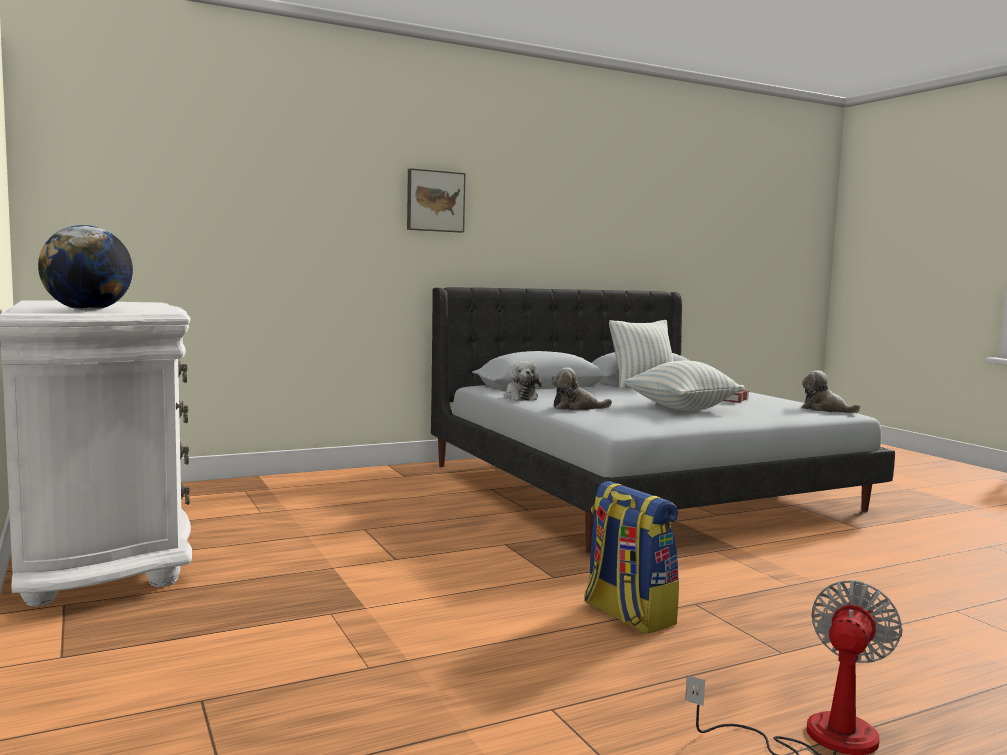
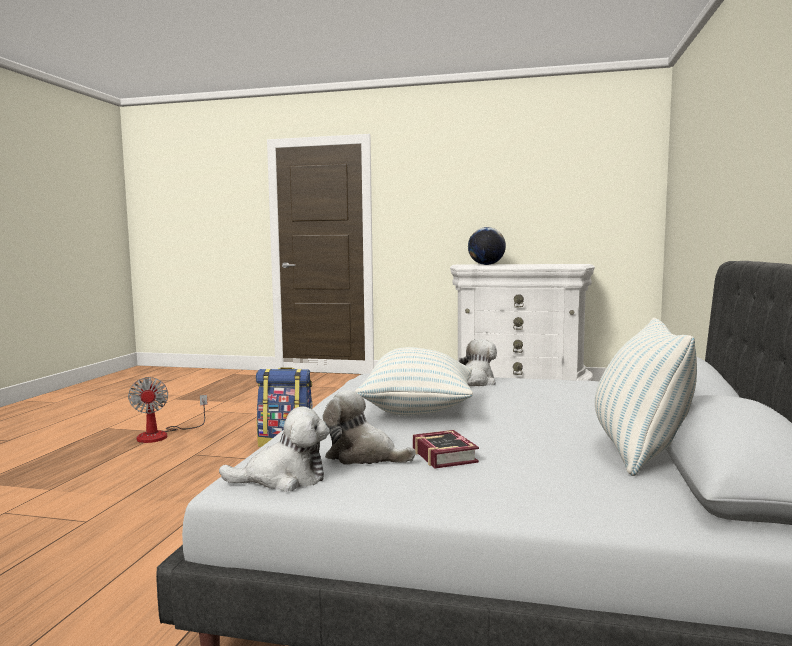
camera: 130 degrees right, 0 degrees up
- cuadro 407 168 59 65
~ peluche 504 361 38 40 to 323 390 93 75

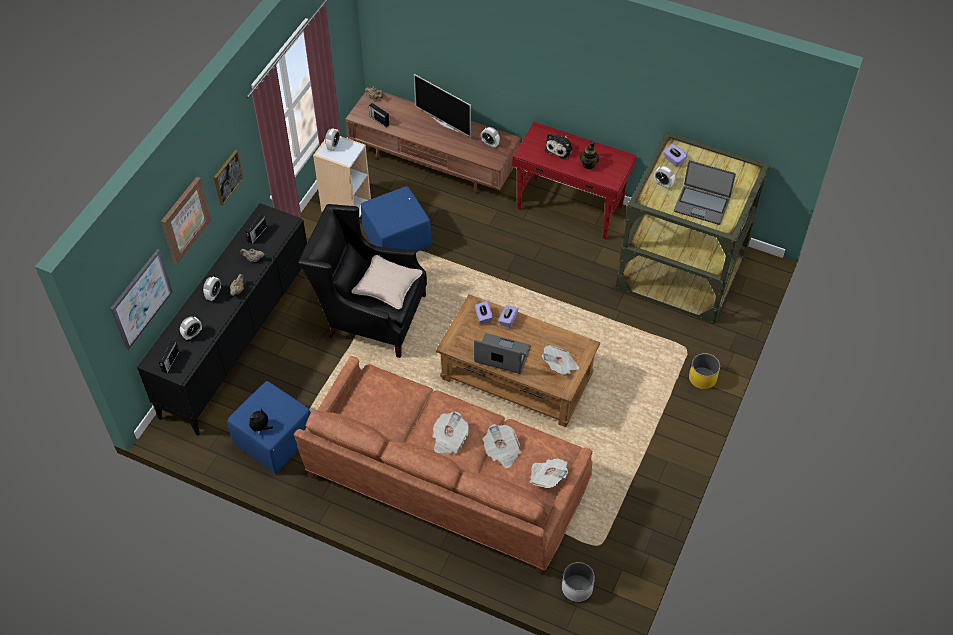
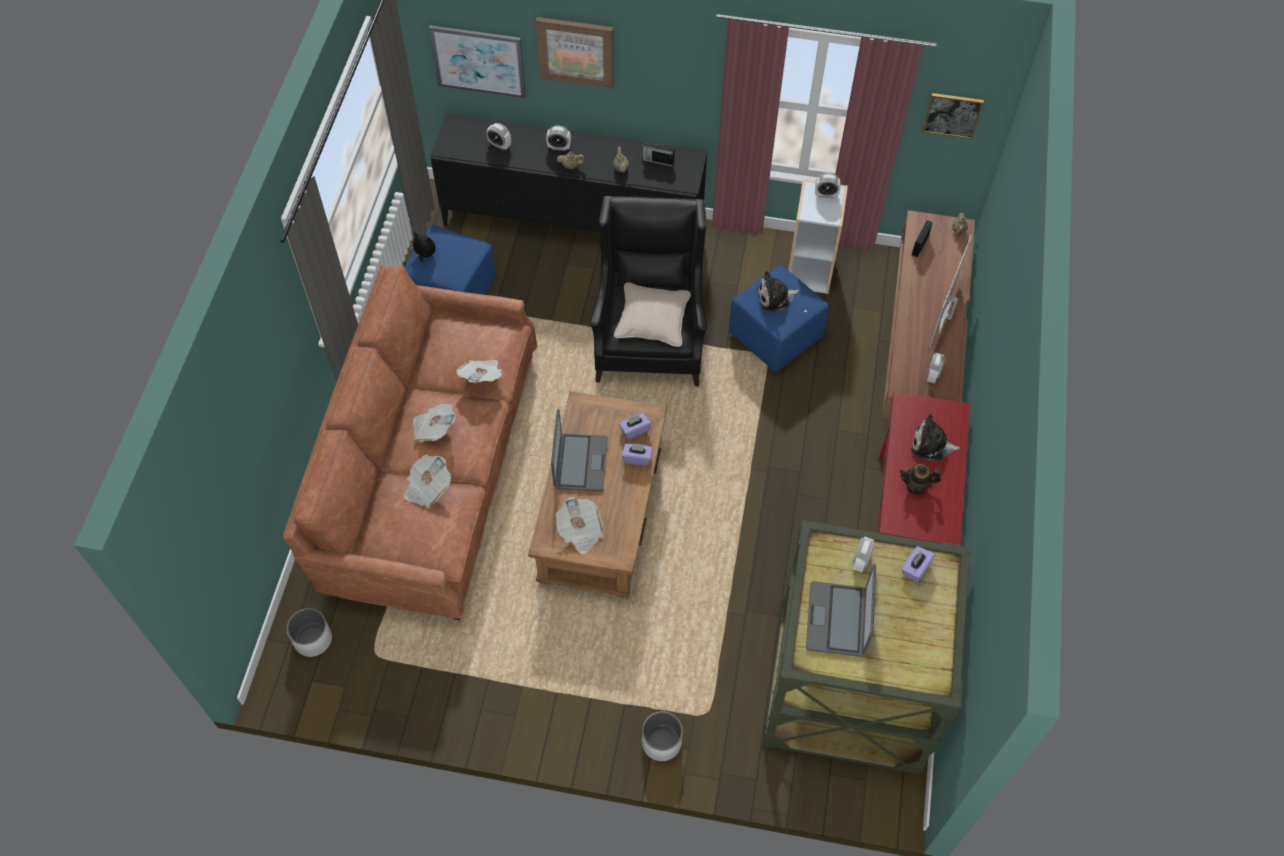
camera: 75 degrees right, 5 degrees up
~ cuadro 214 150 30 56 to 923 93 61 46
- radio 158 340 21 33
~ maceta/amarillo 689 353 31 36 to maceta/blanco 642 712 41 49
~ periódico 529 458 39 30 to 457 360 45 22
+ peluche 757 270 42 42

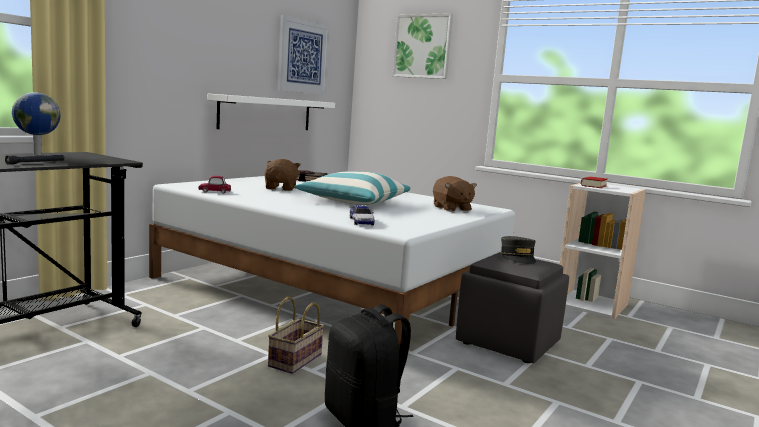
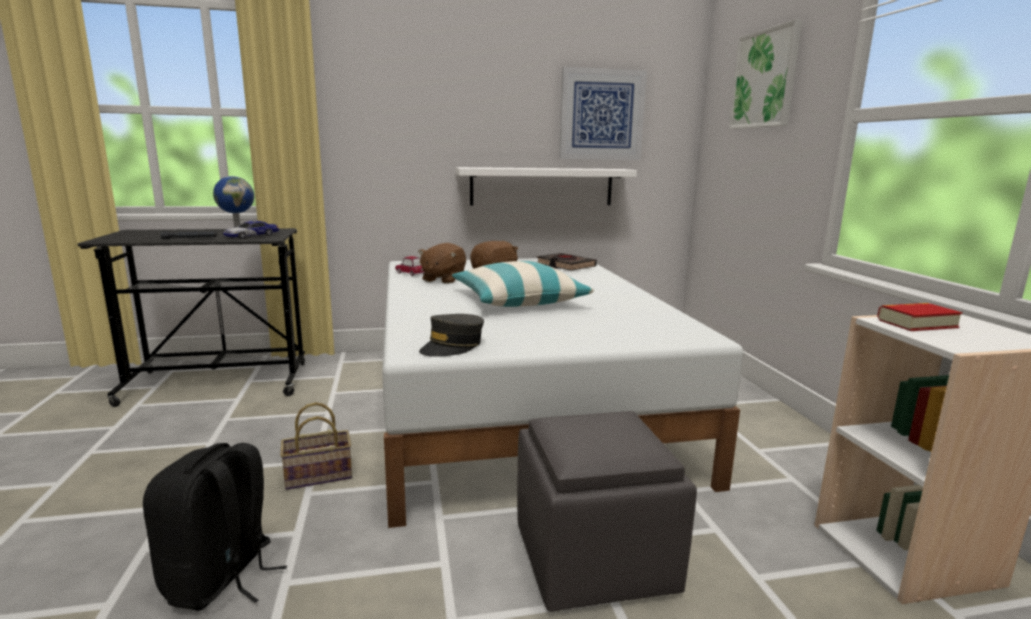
camera: 45 degrees right, 5 degrees up
~ peluche/marrón 433 176 44 35 to 418 243 48 41
~ coche de juguete 350 205 25 20 to 223 220 56 19
~ gorra/gris 501 236 35 28 to 419 314 65 43

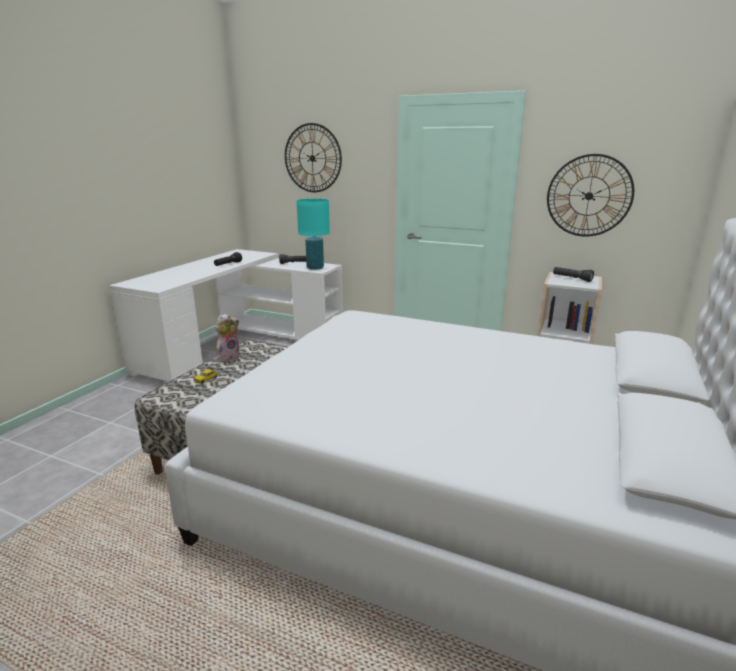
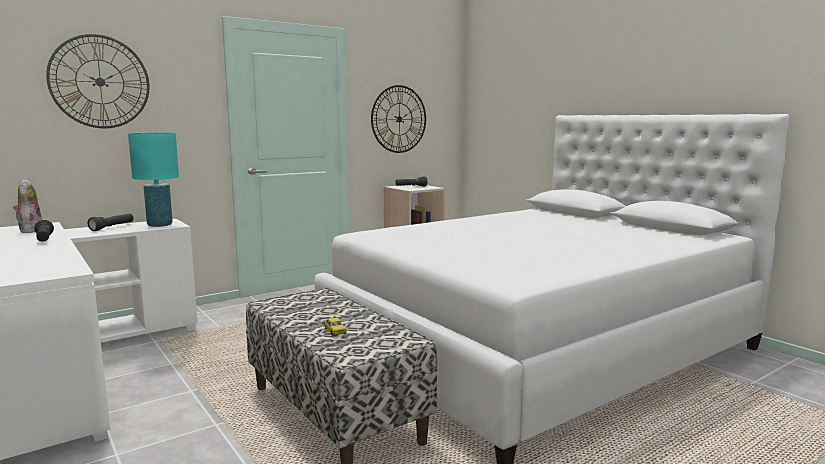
camera: 60 degrees left, 10 degrees down
~ peluche 216 313 24 49 to 13 179 29 54

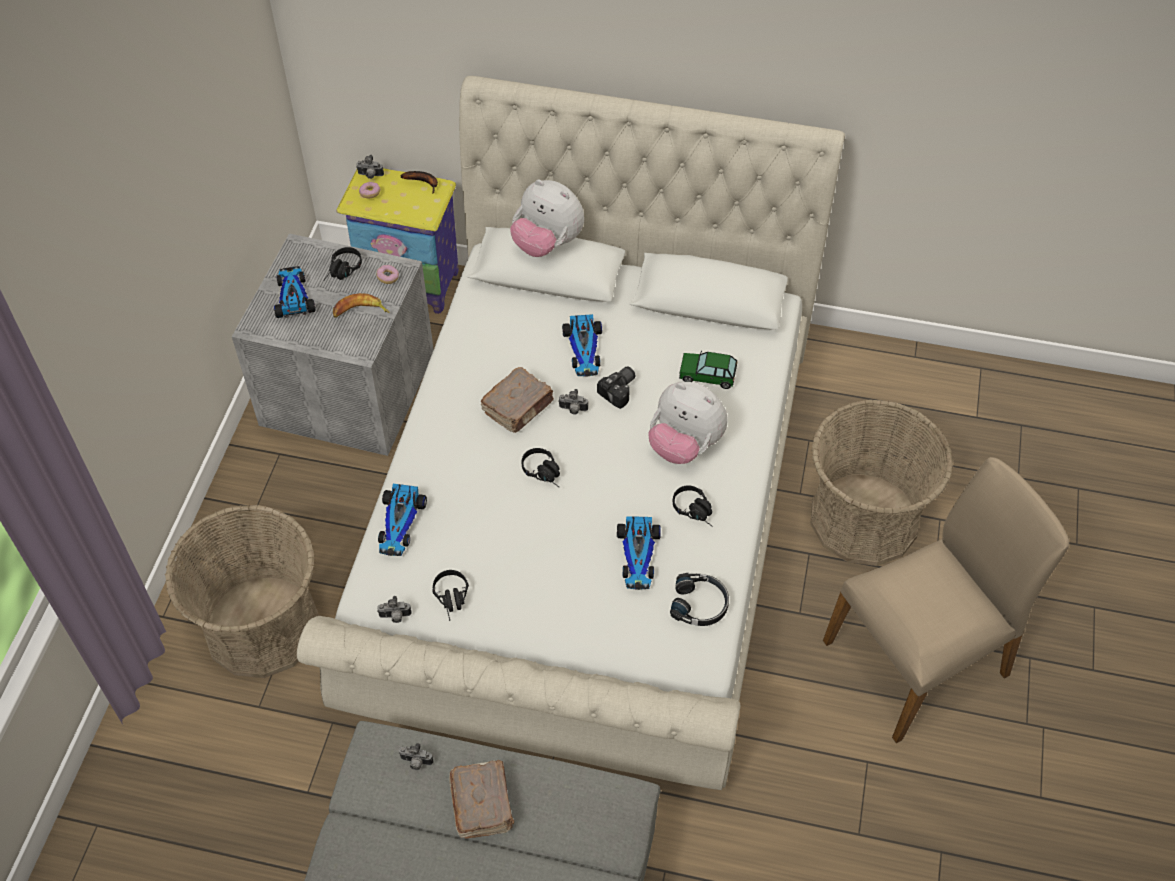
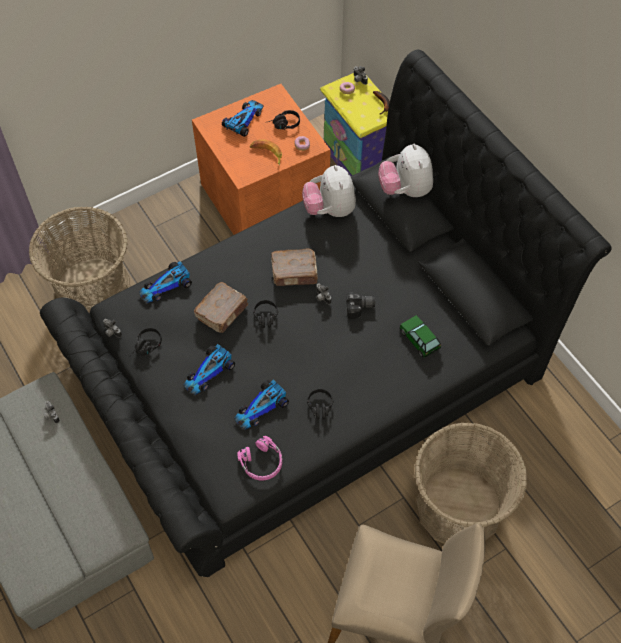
camera: 45 degrees right, 5 degrees up
~ cama/beis 297 76 548 714 to cama/negro 40 49 572 528
~ caja de almacenaje/gris 232 233 202 223 to caja de almacenaje/naranja 192 84 138 151
~ coche de juguete 562 314 40 62 to 183 344 52 51
~ peluche 648 382 80 82 to 302 165 54 52
~ auriculares/negro 670 573 59 53 to auriculares/rosa 237 436 45 45
~ libro/marrón 449 760 65 79 to 194 282 54 51

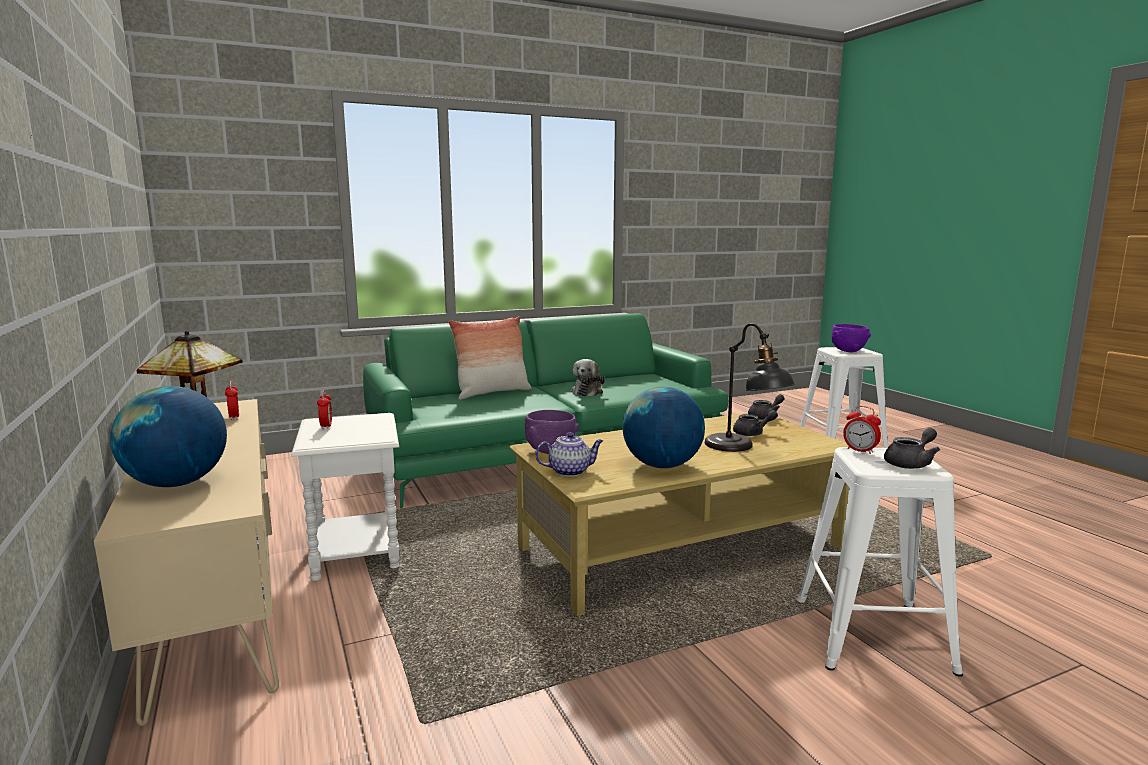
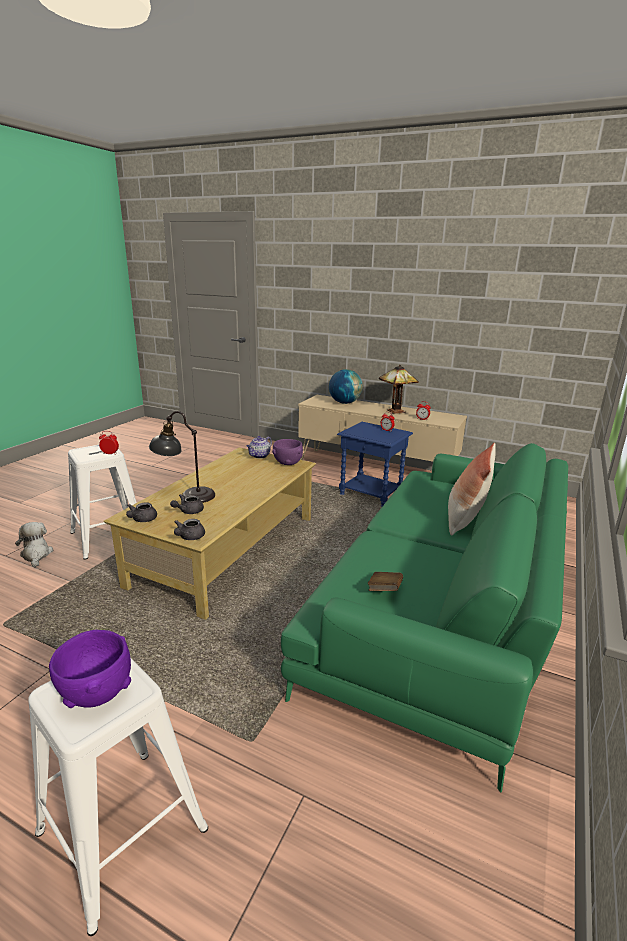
camera: 140 degrees right, 10 degrees up
~ peluche 571 359 34 38 to 15 522 38 45
- globo terráqueo 623 386 82 82
~ mesa auxiliar/blanco 291 413 109 168 to mesa auxiliar/azul 337 422 76 85
~ tetera/gris 884 428 56 41 to 126 502 31 20
+ libro/marrón 367 572 36 19

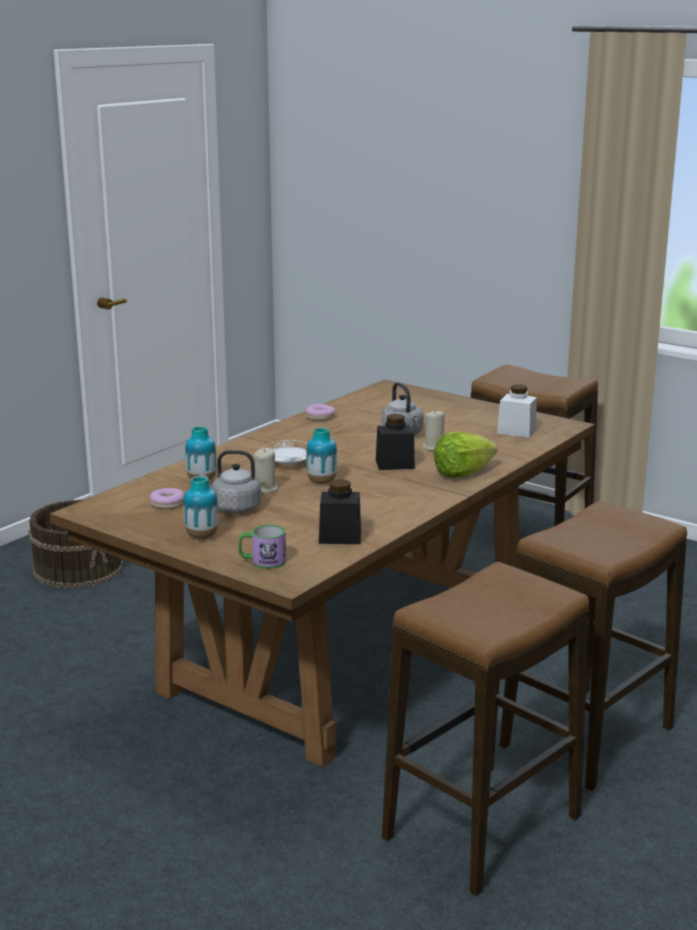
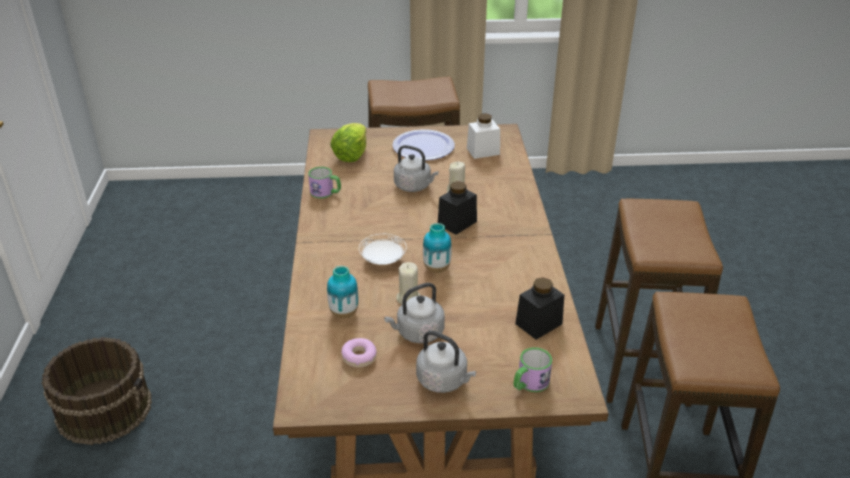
camera: 40 degrees left, 15 degrees up
~ rosquilla 306 404 30 17 to taza grande 308 167 33 32
~ lechuga 434 431 63 47 to 330 123 36 39
~ florero 183 476 35 63 to hervidor/gris 416 331 60 62
+ plato 392 129 63 31

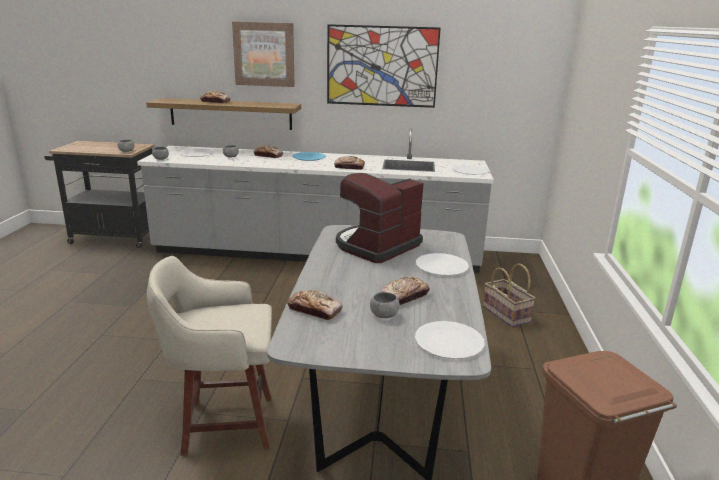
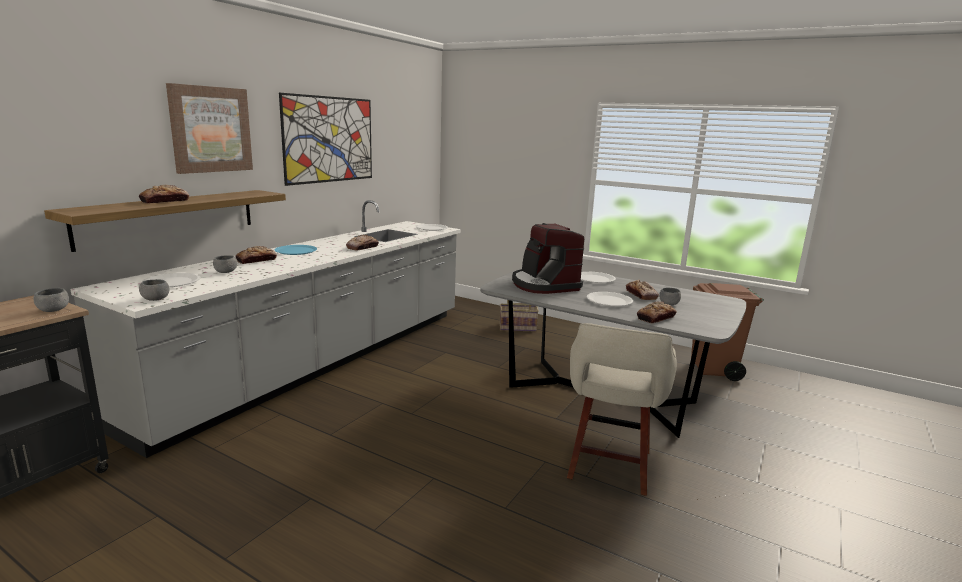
camera: 65 degrees left, 5 degrees down
~ plato/blanco 415 321 70 38 to 587 292 46 14

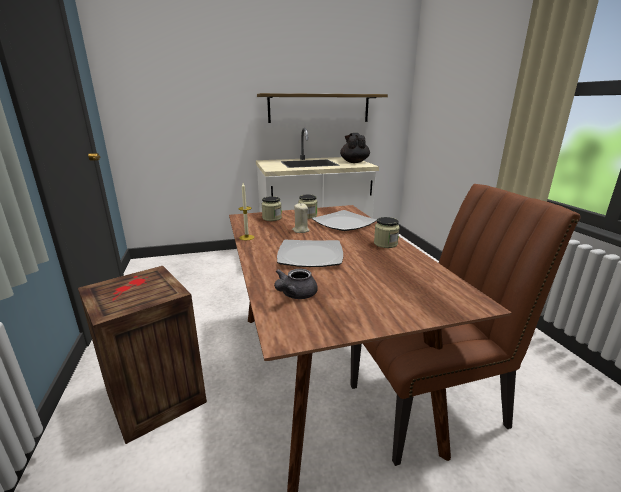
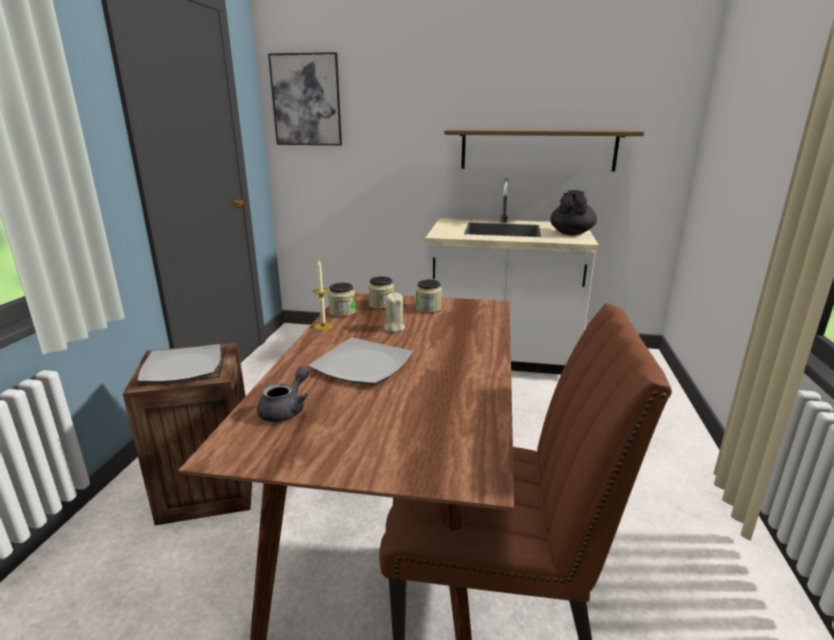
camera: 25 degrees right, 0 degrees up
~ plato 312 210 65 21 to 138 344 83 38
~ tarro 374 217 26 31 to 328 283 28 34
~ tetera/gris 274 269 44 30 = 257 366 52 56 150 degrees clockwise
+ cuadro 268 52 74 93

